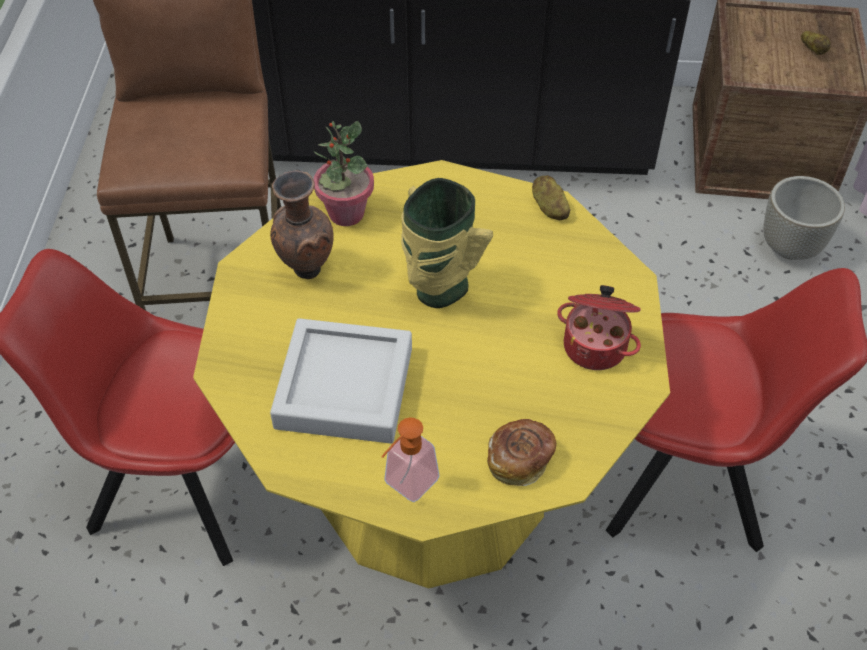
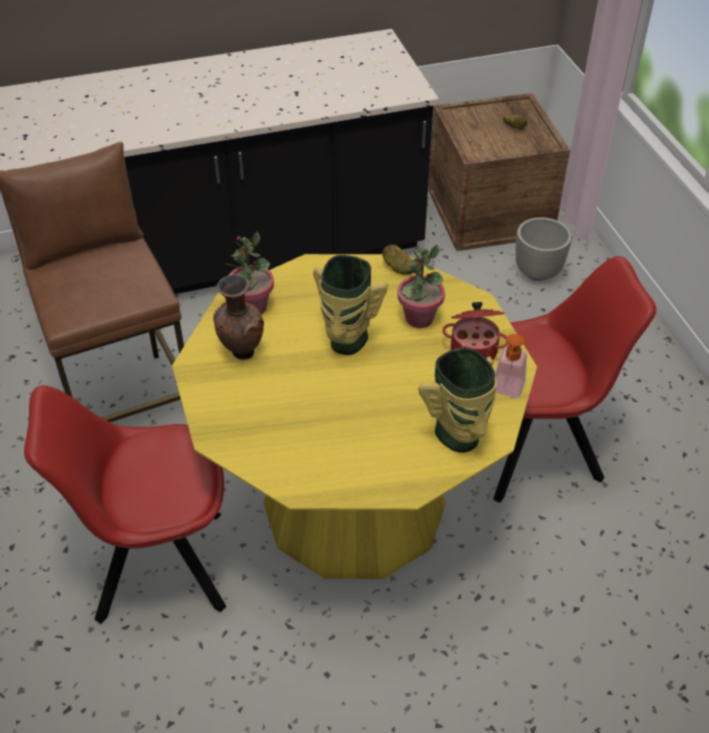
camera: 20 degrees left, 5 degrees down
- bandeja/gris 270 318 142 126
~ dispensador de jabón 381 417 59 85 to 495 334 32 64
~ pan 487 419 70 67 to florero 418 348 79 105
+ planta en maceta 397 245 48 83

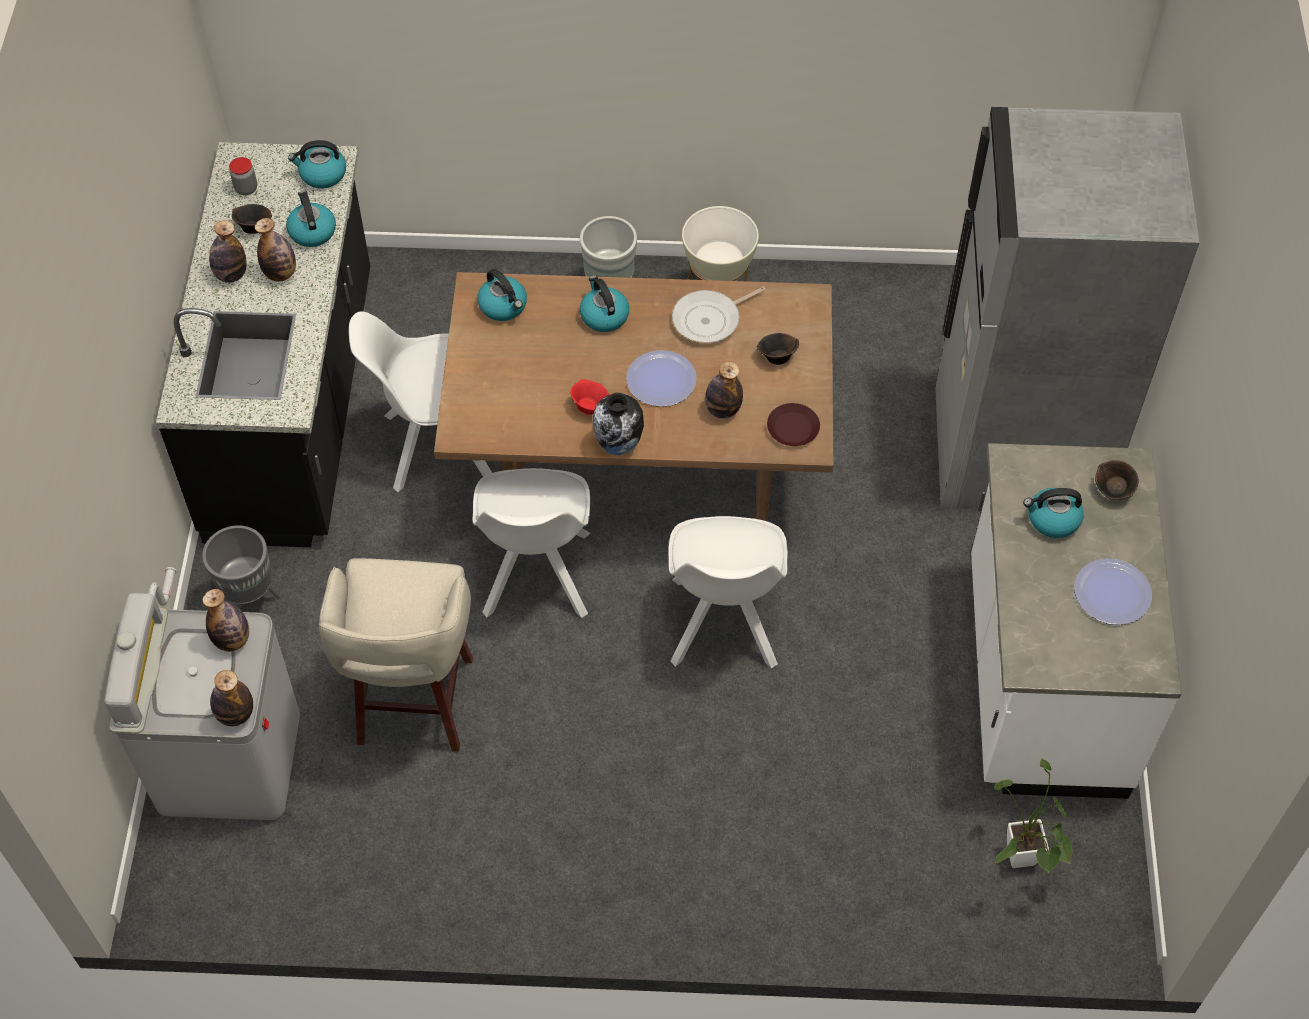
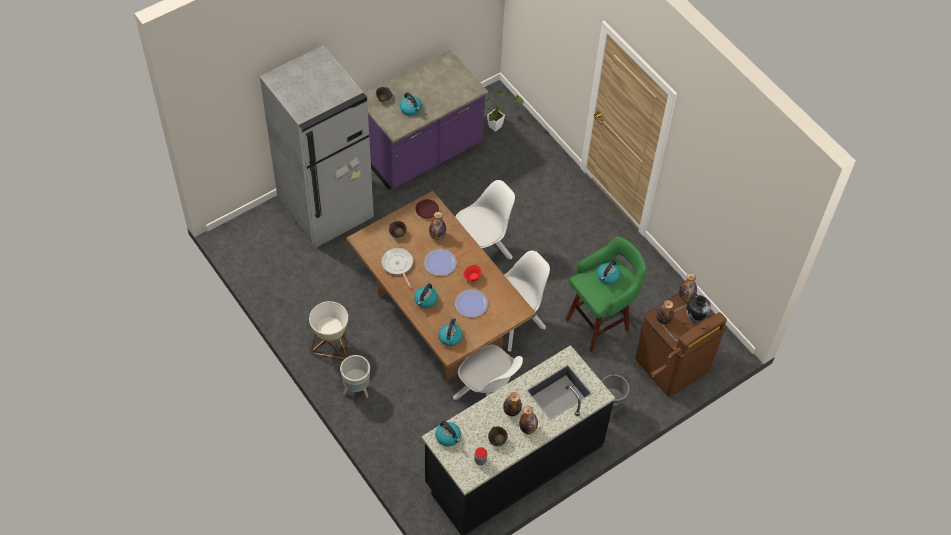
camera: 130 degrees left, 0 degrees up
~ hervidor 286 190 50 57 to 597 260 23 24
~ sartén 672 287 94 56 = 381 248 32 40 135 degrees counterclockwise
~ florero 593 393 51 62 to 687 295 24 28
~ mueble bajo de cocina/blanco 971 443 211 356 to mueble bajo de cocina/morado 364 50 124 140
~ taburete/beis 319 558 154 194 to taburete/verde 565 236 82 117
~ plato 1074 558 78 67 to 455 289 33 28
~ lavadora/gris 105 567 195 253 to lavadora/marrón 635 293 92 103

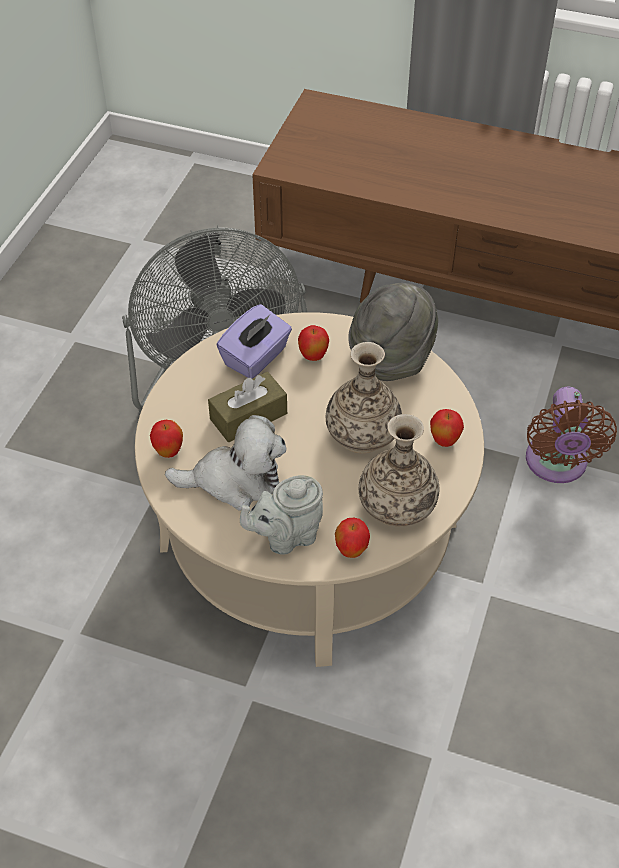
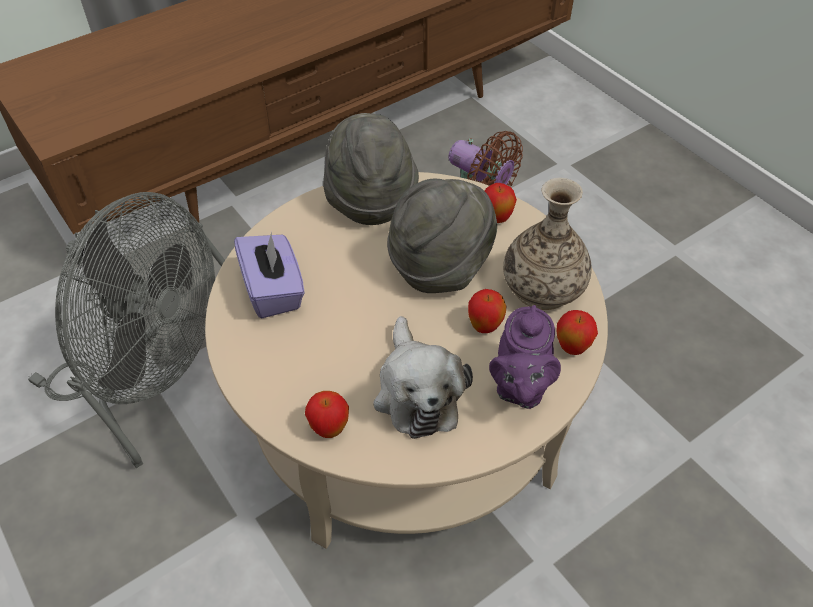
camera: 55 degrees left, 0 degrees up
~ manzana 298 325 31 36 to 468 289 38 44
~ florero 326 342 76 111 to sombrero/gris 387 179 110 114
- caja de pañuelos/marrón 208 372 79 70
~ peluche 165 415 122 96 = 373 316 100 123 135 degrees clockwise
~ tetera/gris 240 475 83 80 to tetera/morado 489 305 72 104

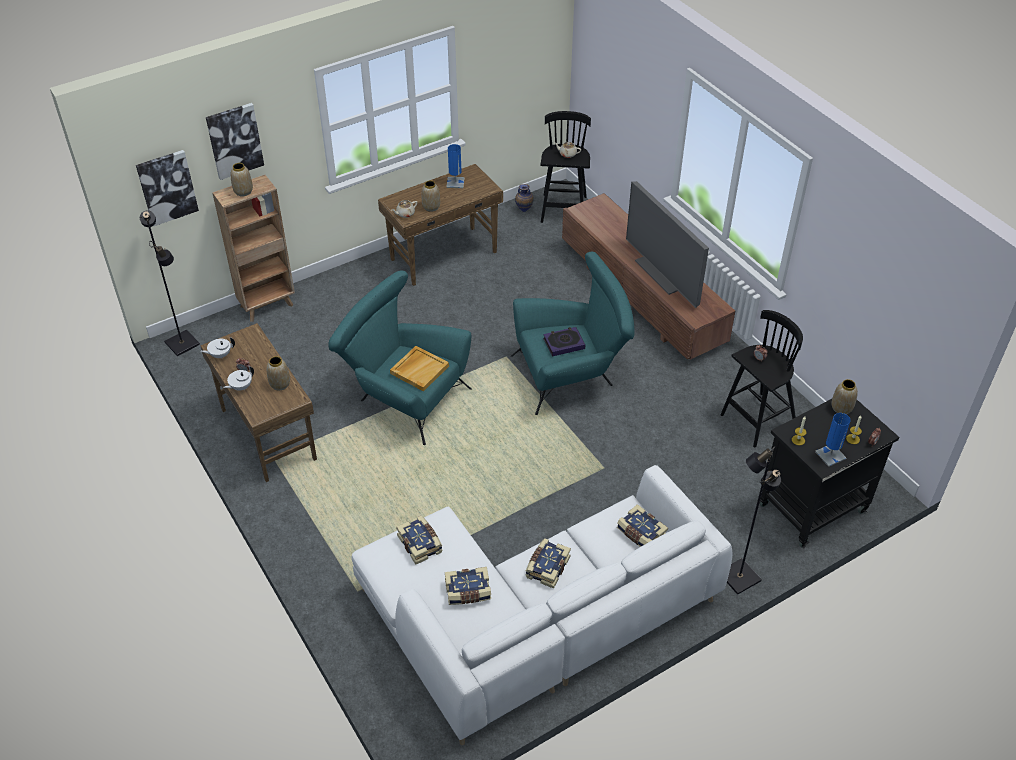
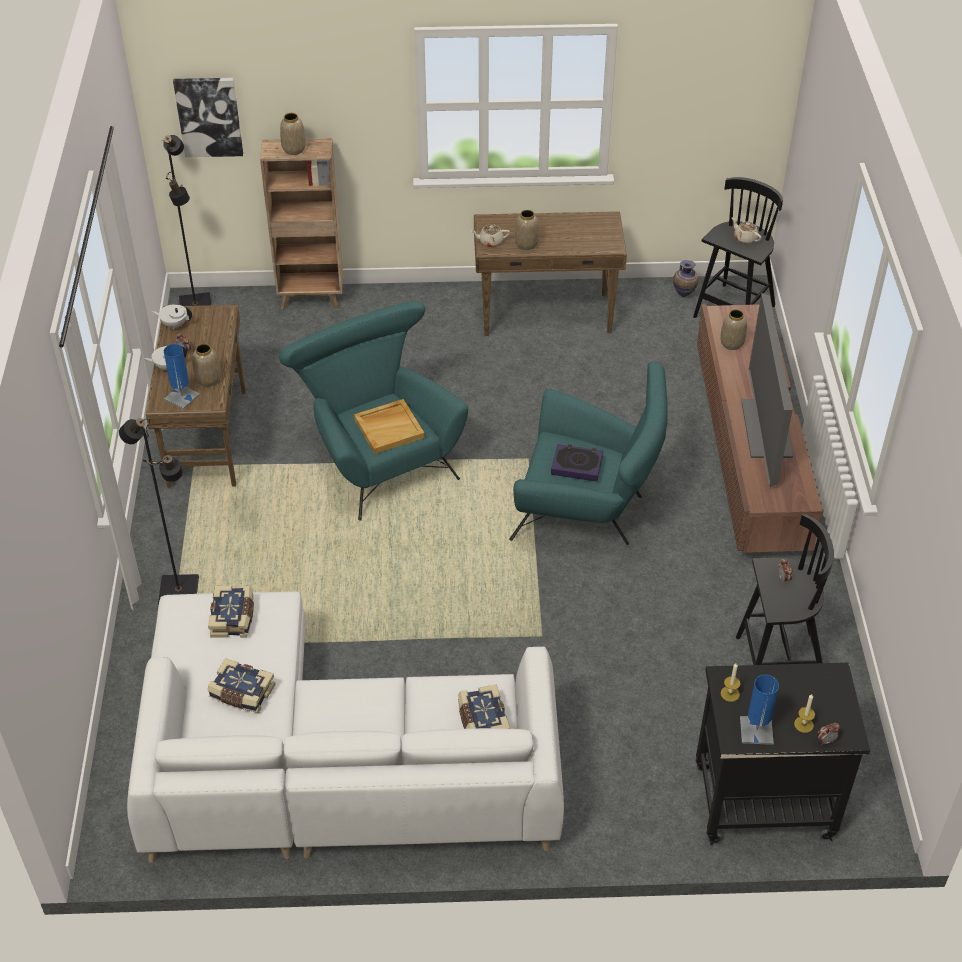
camera: 30 degrees right, 0 degrees up
- cuadro 206 103 58 77
~ lámpara de mesa/azul 446 144 19 44 to 164 344 36 65
~ florero 832 379 26 35 to 720 309 27 41
~ lámpara de pie/negro 727 446 54 149 to 119 418 80 187
- libro 526 538 45 50

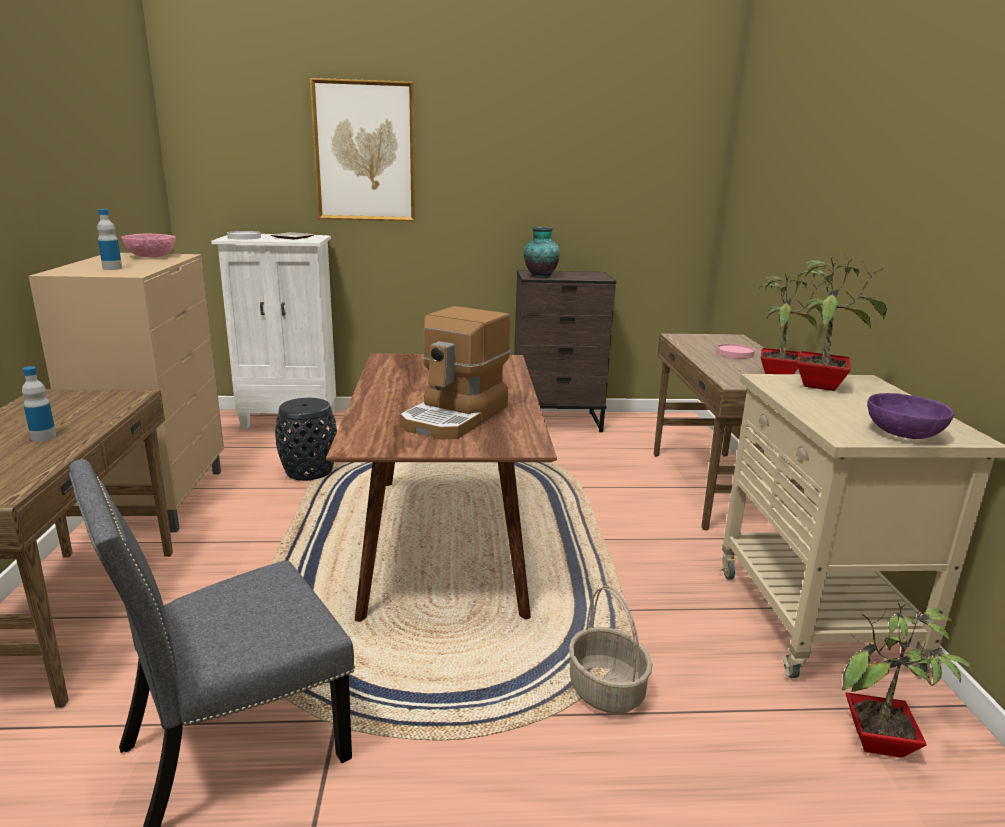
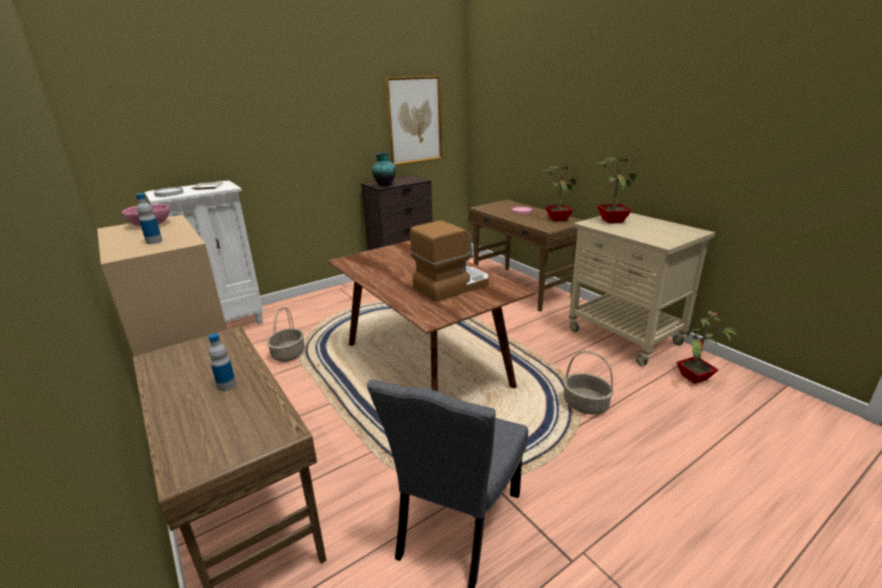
camera: 30 degrees left, 5 degrees up
~ cuadro 310 78 105 143 to 385 76 58 90
~ cafetera 400 306 110 133 = 410 220 79 82 120 degrees counterclockwise
- cuenco/morado 867 393 87 46
~ taburete/negro 275 398 62 83 to cesta 267 307 37 55

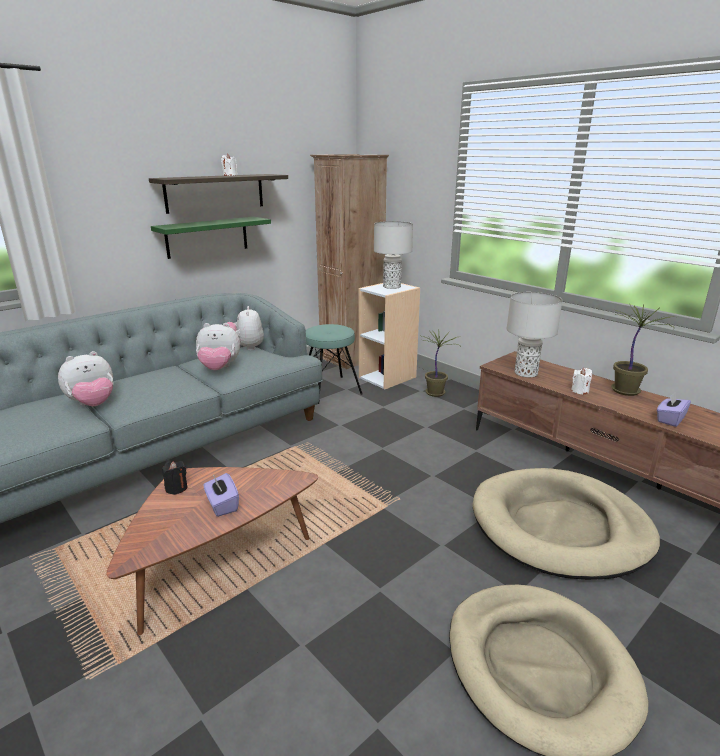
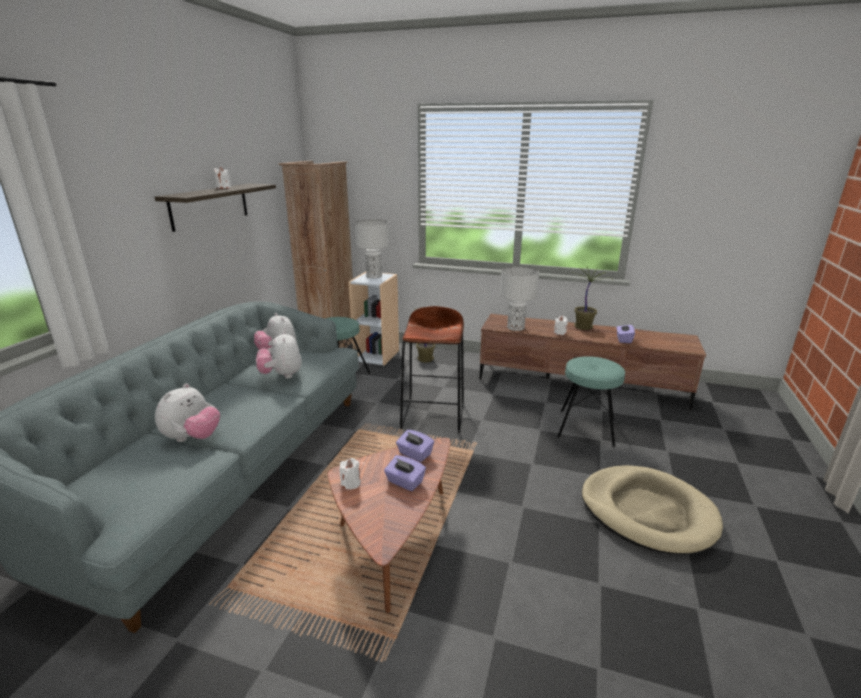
camera: 30 degrees left, 0 degrees up
- estante/verde 151 217 120 42
~ peluche 196 323 44 47 = 256 331 46 47 105 degrees clockwise
~ vela/negro 162 461 25 34 to vela/blanco 339 458 22 32
~ cama para perro/beis 472 468 188 112 to taburete/turquesa 557 356 68 91
+ taburete/marrón 400 306 64 127
+ caja de pañuelos/morado 396 430 38 32

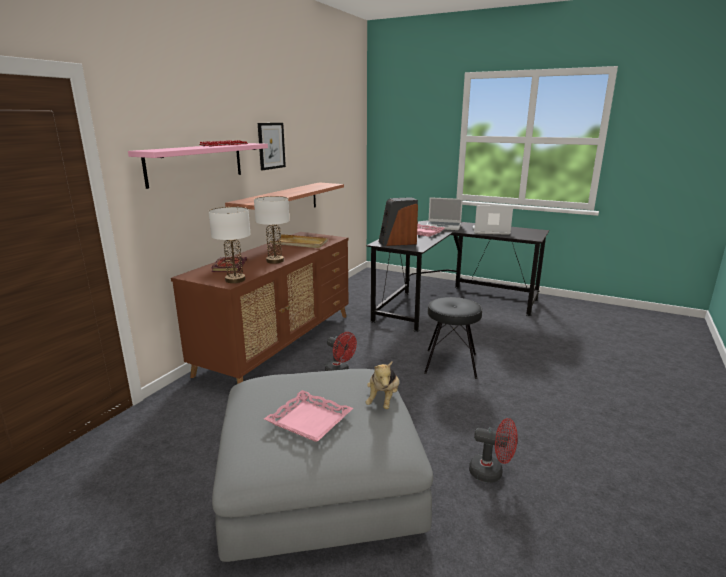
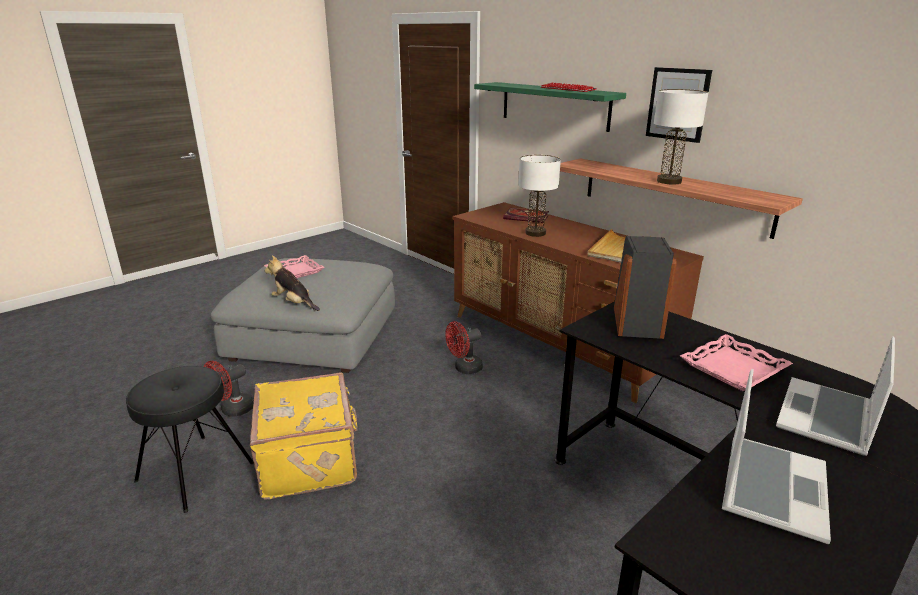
camera: 110 degrees right, 5 degrees up
~ estante/rosa 128 143 140 46 to estante/verde 474 82 152 50
~ lámpara de mesa 209 207 41 76 to 654 89 55 95
~ taburete/negro 424 297 58 82 to 126 366 128 147
+ maleta/amarillo 250 372 107 128

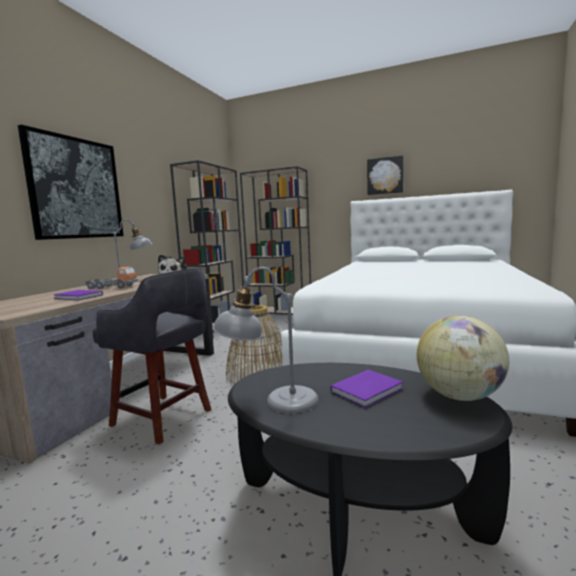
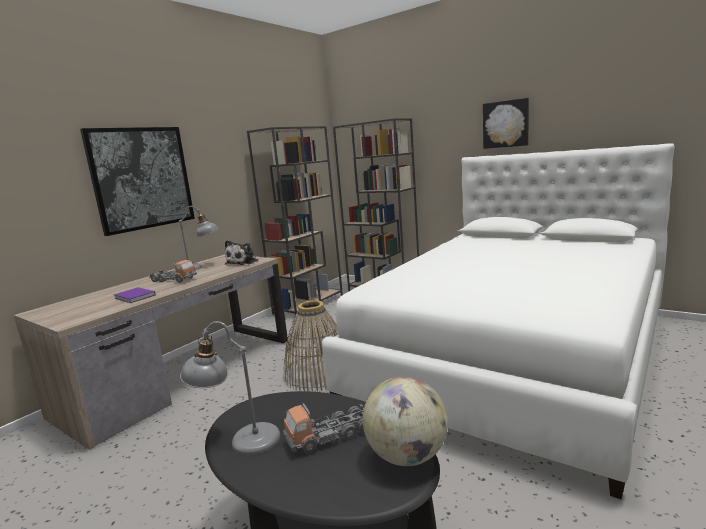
camera: 15 degrees right, 5 degrees up
- taburete/gris 93 268 119 176
~ libro/morado 331 370 72 38 to camión de juguete 283 403 82 51

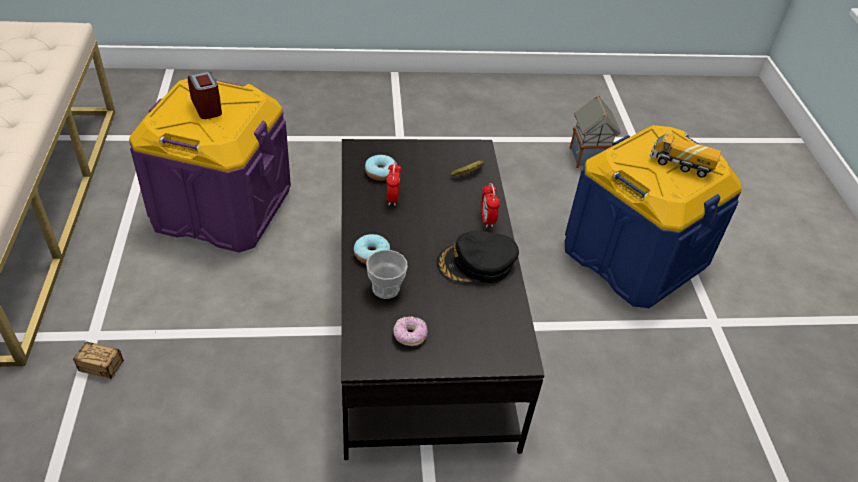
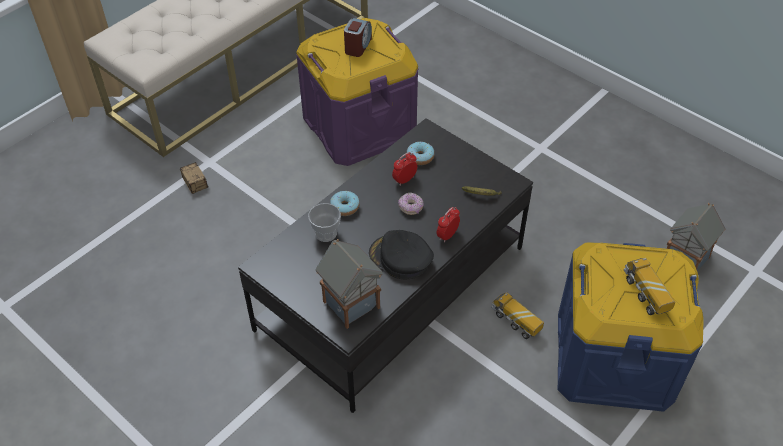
camera: 50 degrees right, 5 degrees up
~ rosquilla 393 317 34 29 to 398 192 26 23
+ casita 316 239 67 90
+ camión de juguete 491 293 53 46

